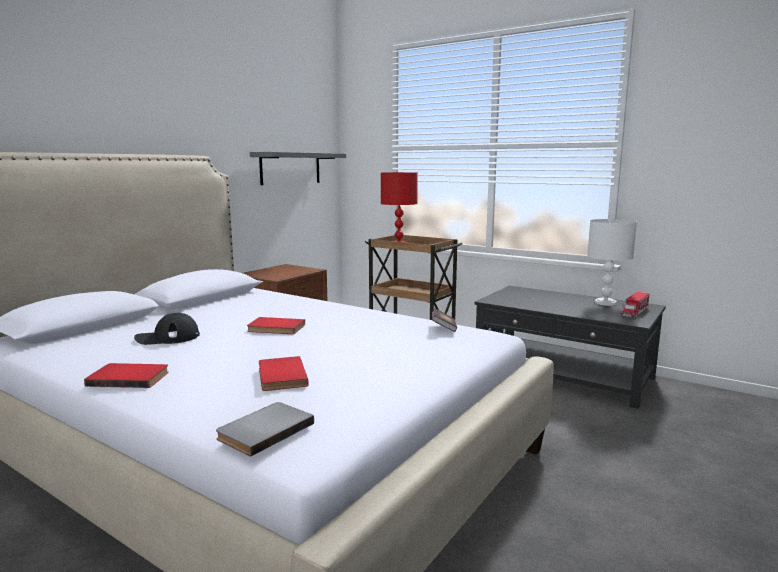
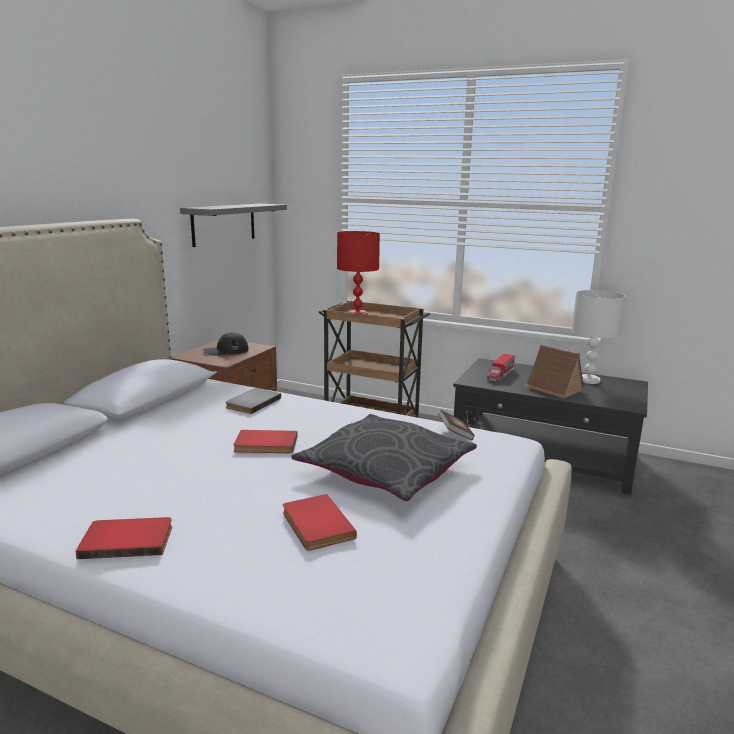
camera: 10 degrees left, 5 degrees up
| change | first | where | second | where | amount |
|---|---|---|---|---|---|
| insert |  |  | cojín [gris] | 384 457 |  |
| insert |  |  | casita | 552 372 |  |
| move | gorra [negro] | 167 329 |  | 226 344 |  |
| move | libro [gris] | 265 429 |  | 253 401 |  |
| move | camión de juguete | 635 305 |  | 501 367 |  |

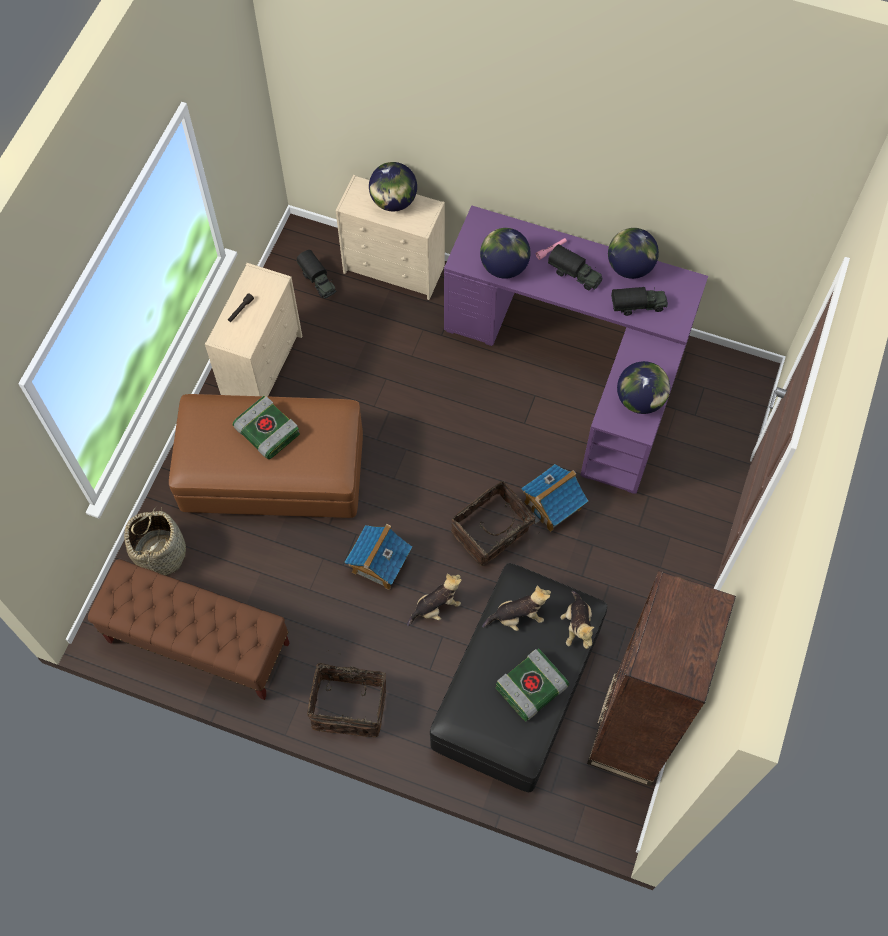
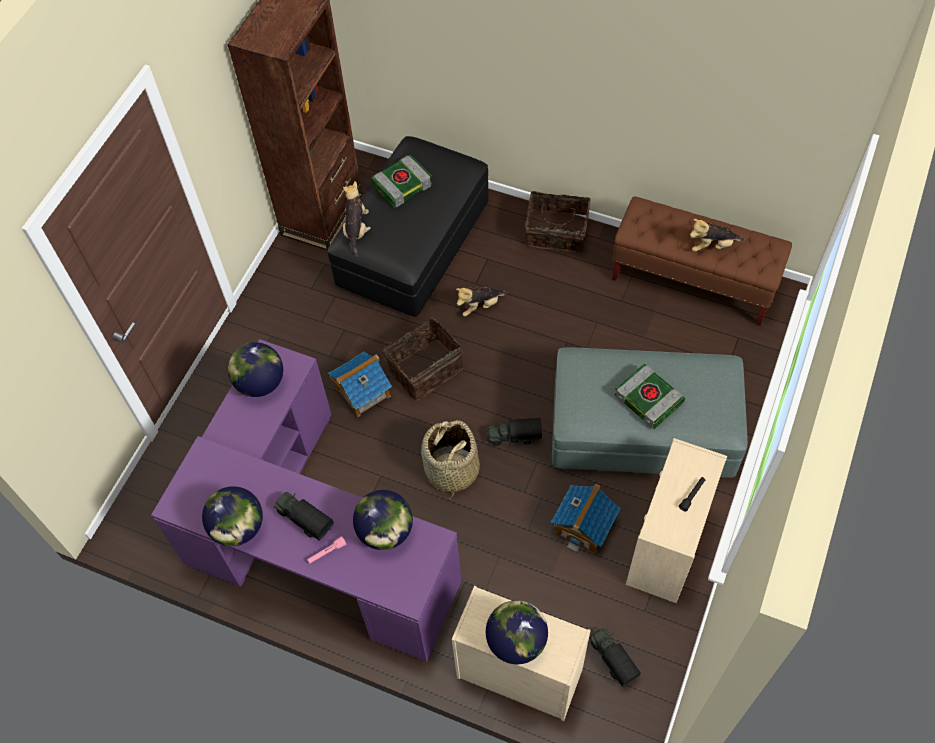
camera: 175 degrees left, 5 degrees down
| change | first | where | second | where | amount |
|---|---|---|---|---|---|
| move | cesta | 155 541 |  | 450 459 |  |
| move | casita | 378 557 |  | 586 519 |  |
| move | peluche | 516 608 |  | 717 235 |  |
| move | camión de juguete | 639 301 |  | 514 432 |  |
| recolor | puf [marrón] | 266 456 | puf [gris] | 650 412 |  |

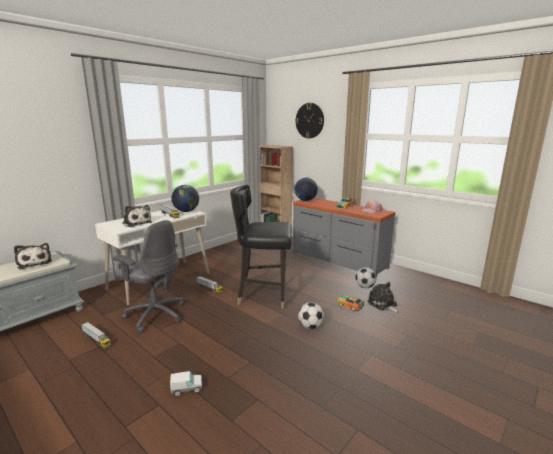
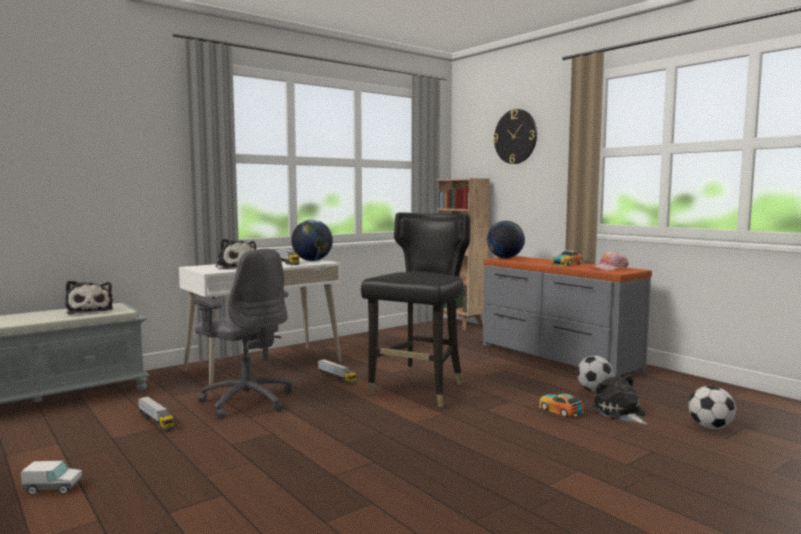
camera: 10 degrees right, 10 degrees down
| change | first | where | second | where | amount |
|---|---|---|---|---|---|
| move | camión de juguete | 186 383 |  | 51 478 |  |
| move | balón de fútbol | 311 315 |  | 712 407 |  |
| rotate | silla [negro] | 261 247 |  | 415 310 | 105 degrees clockwise |

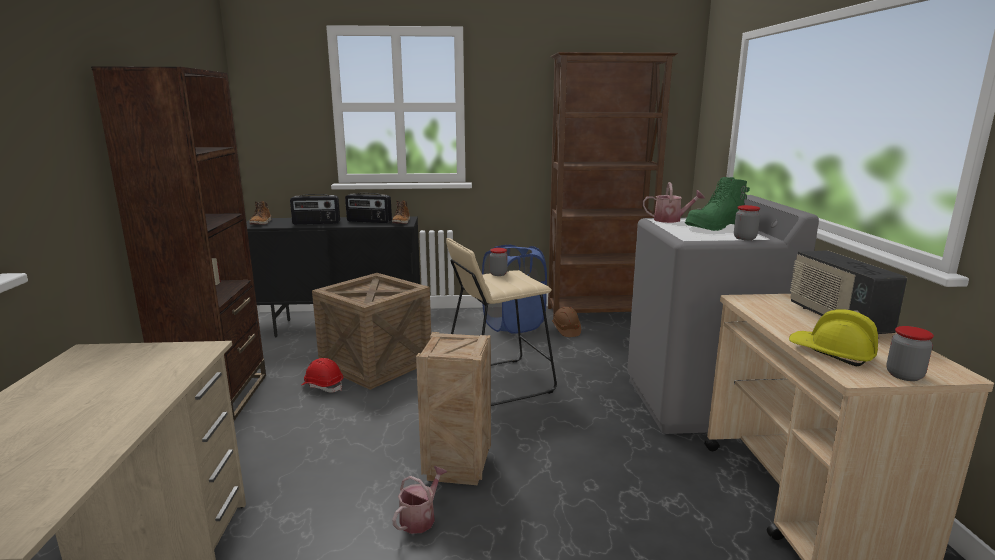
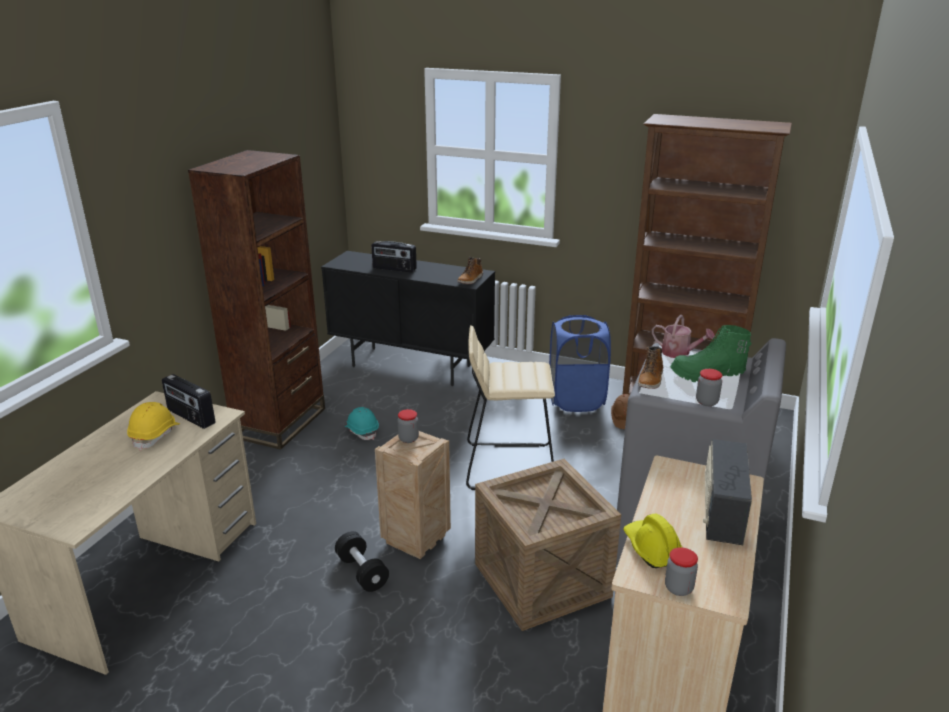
camera: 25 degrees right, 10 degrees up
| change | first | where | second | where | amount |
|---|---|---|---|---|---|
| insert |  |  | casco [amarillo] | 153 426 |  |
| move | bota | 260 213 |  | 650 367 |  |
| move | caja de embalaje | 371 331 |  | 548 545 |  |
| move | radio | 368 208 |  | 188 401 |  |
| move | tarro | 498 262 |  | 408 426 |  |
| replace | regadera | 419 500 | mancuerna [negro] | 362 561 |  |
| recolor | casco [rojo] | 322 375 | casco [turquesa] | 362 423 |  |

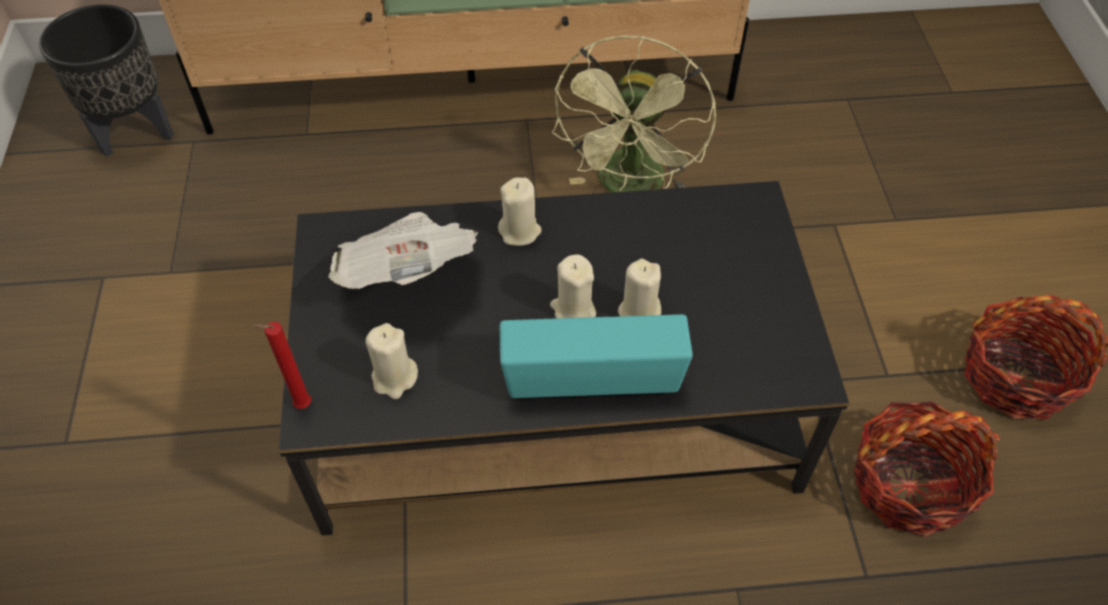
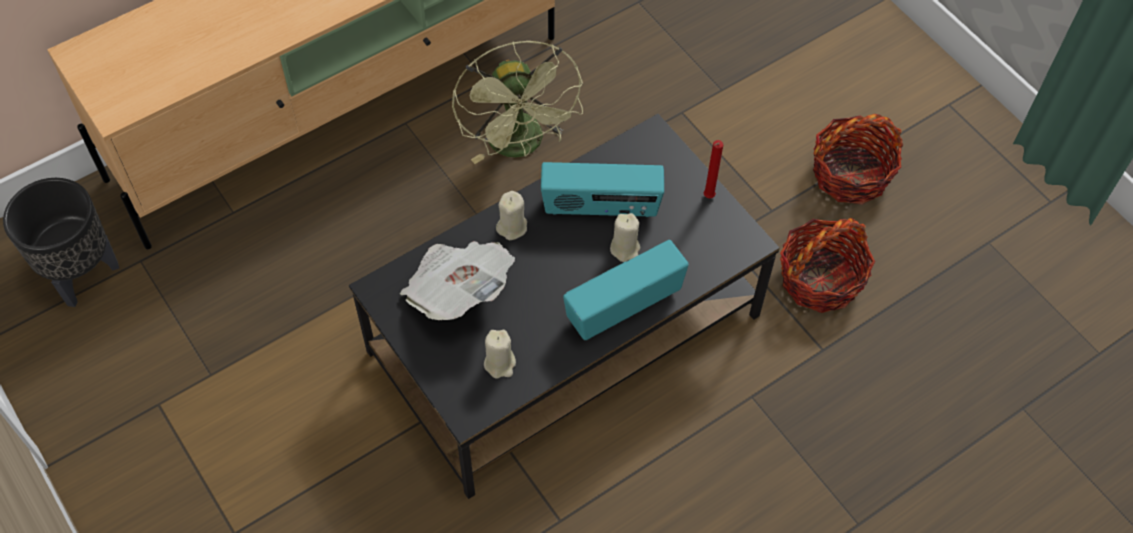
camera: 30 degrees left, 5 degrees up
| change | first | where | second | where | amount |
|---|---|---|---|---|---|
| delete | vela [beis] | 573 286 |  |  |  |
| insert |  |  | radio | 602 189 |  |
| move | vela [rojo] | 281 365 |  | 713 169 |  |

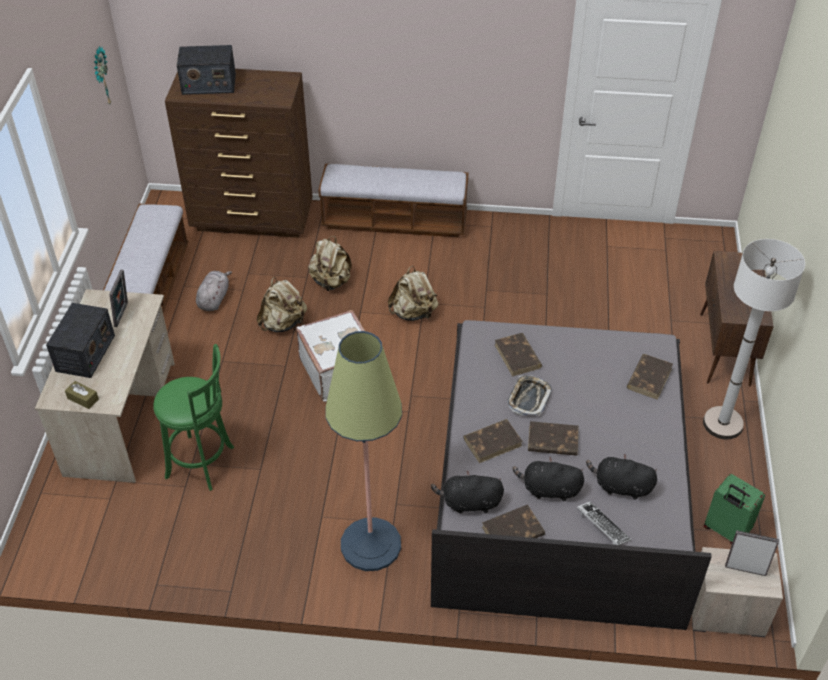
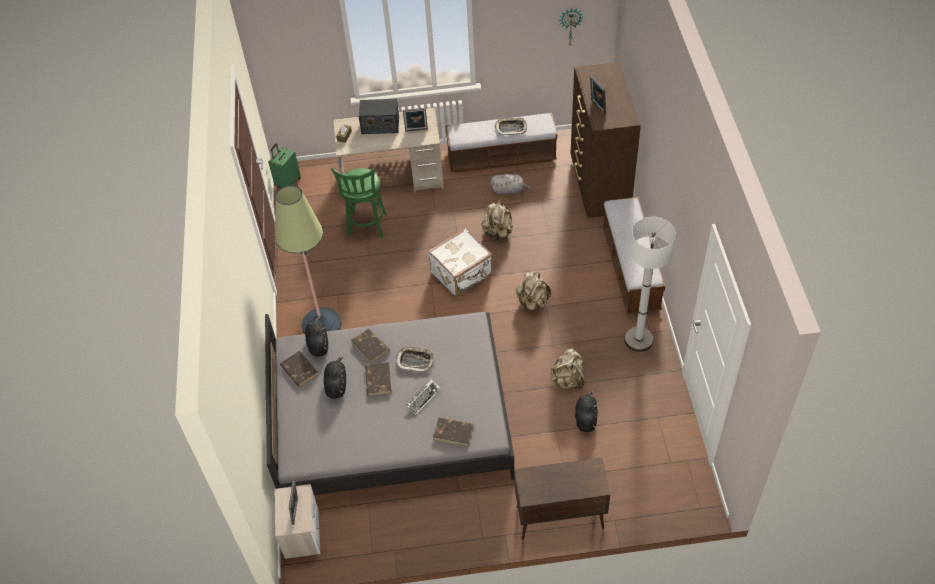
camera: 80 degrees right, 5 degrees up
| change | first | where | second | where | amount |
|---|---|---|---|---|---|
| delete | radio | 206 70 |  |  |  |
| delete | libro [marrón] | 518 354 |  |  |  |
| insert |  |  | bandeja | 511 126 |  |
| insert |  |  | portarretratos | 598 95 |  |
| move | mochila [beis] | 330 263 |  | 567 368 |  |
| move | teclado | 604 523 |  | 423 397 |  |
| move | peluche [negro] | 621 477 |  | 586 411 |  |
| move | lámpara de pie [blanco] | 754 339 |  | 650 284 |  |
| move | maleta [verde] | 734 509 |  | 285 166 |  |

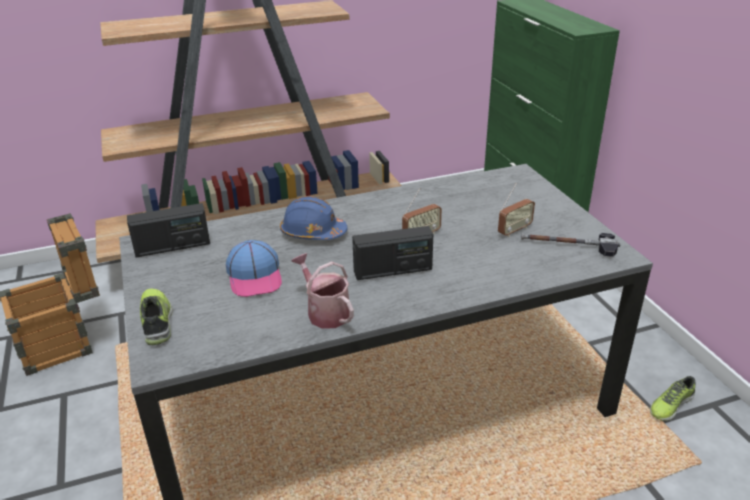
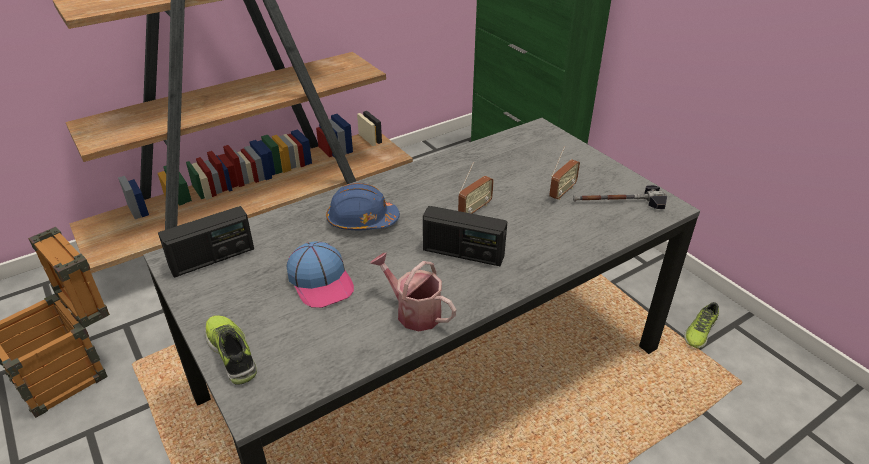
camera: 15 degrees left, 5 degrees up
| change | first | where | second | where | amount |
|---|---|---|---|---|---|
| rotate | radio | 392 253 |  | 465 236 | 45 degrees clockwise |

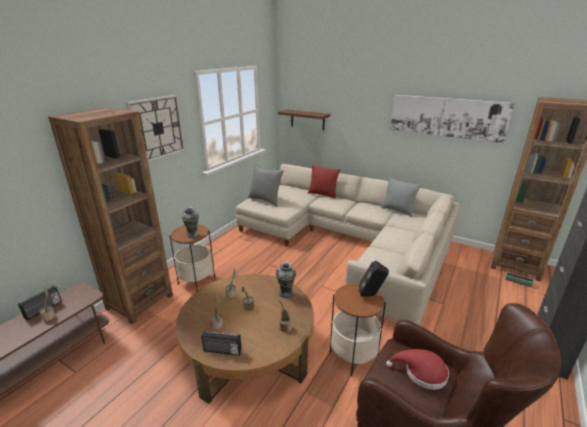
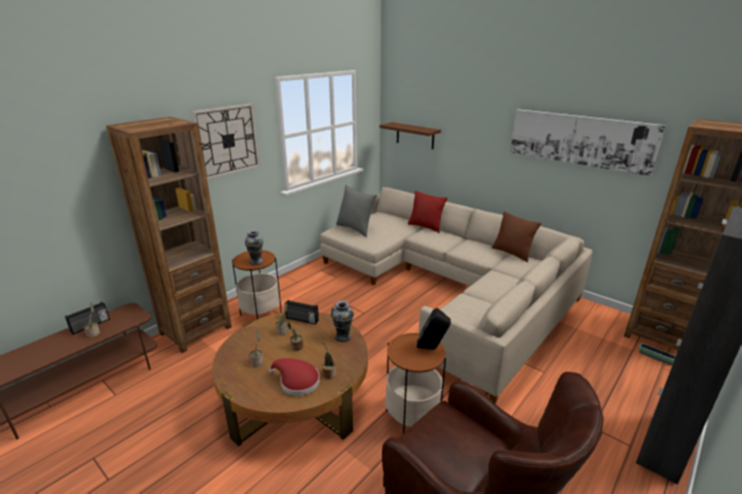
camera: 10 degrees right, 0 degrees up
| change | first | where | second | where | amount |
|---|---|---|---|---|---|
| move | radio | 221 343 |  | 302 312 |  |
| move | sombrero [rojo] | 417 369 |  | 294 377 |  |
| recolor | cojín [gris] | 401 197 | cojín [marrón] | 516 236 |  |

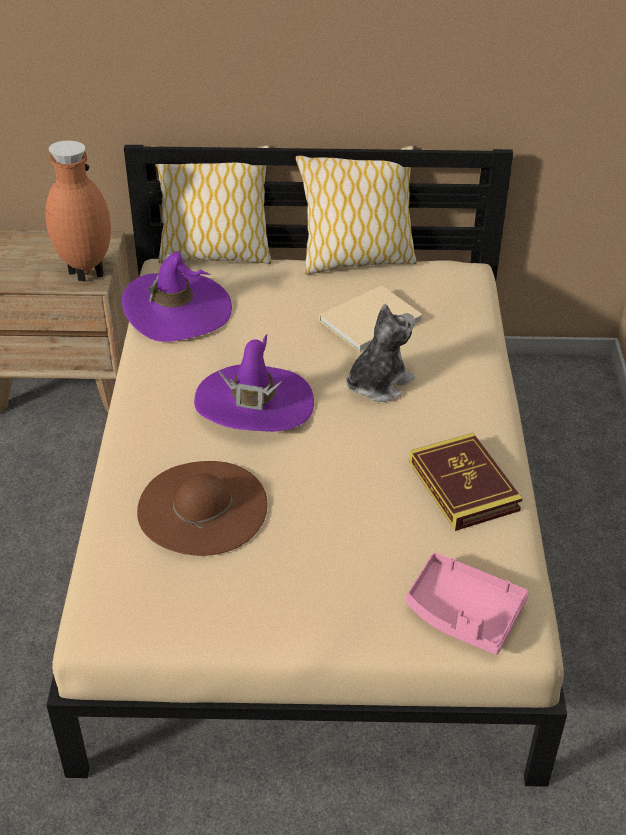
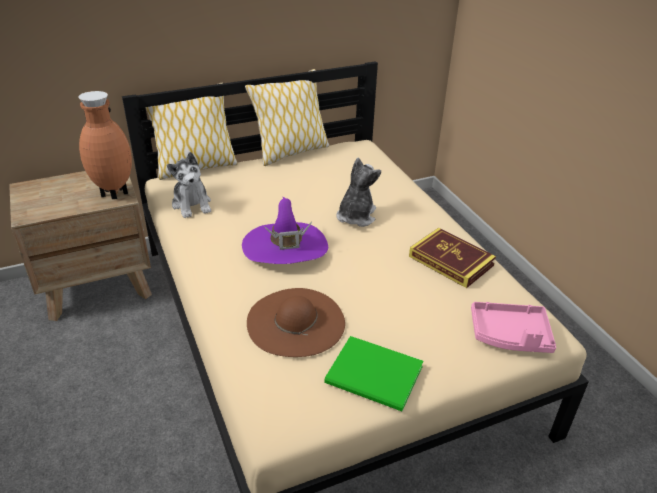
camera: 25 degrees left, 5 degrees down
| change | first | where | second | where | amount |
|---|---|---|---|---|---|
| delete | libro [beis] | 371 318 |  |  |  |
| insert |  |  | libro [verde] | 373 373 |  |
| replace | sombrero [morado] | 177 297 | peluche | 189 185 |  |

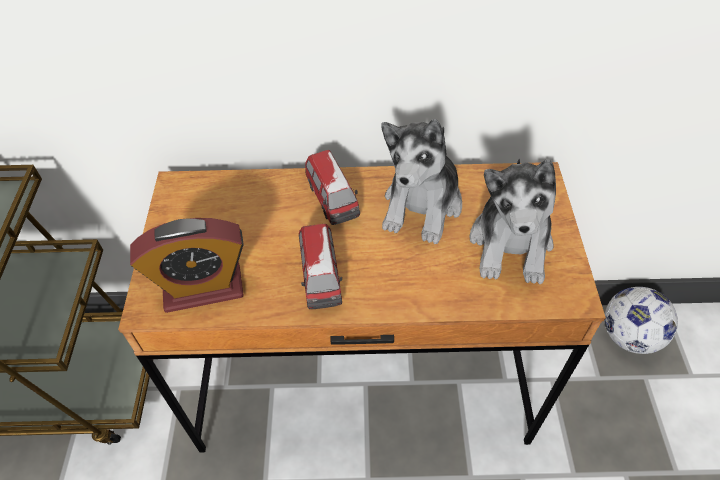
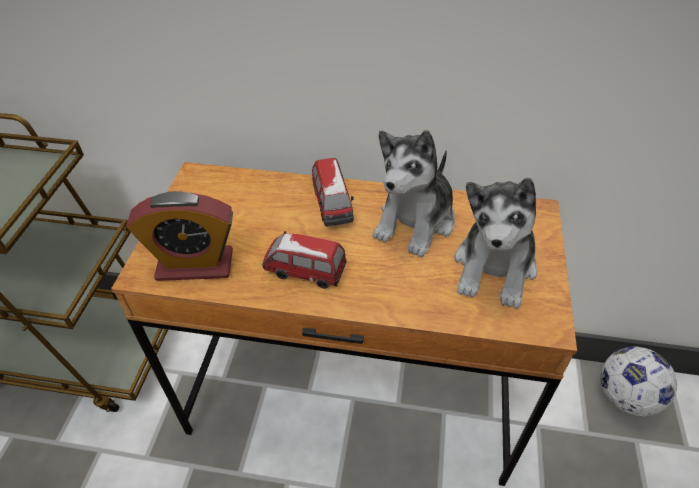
camera: 10 degrees right, 5 degrees down
| change | first | where | second | where | amount |
|---|---|---|---|---|---|
| rotate | coche de juguete | 320 266 |  | 304 260 | 105 degrees clockwise |

